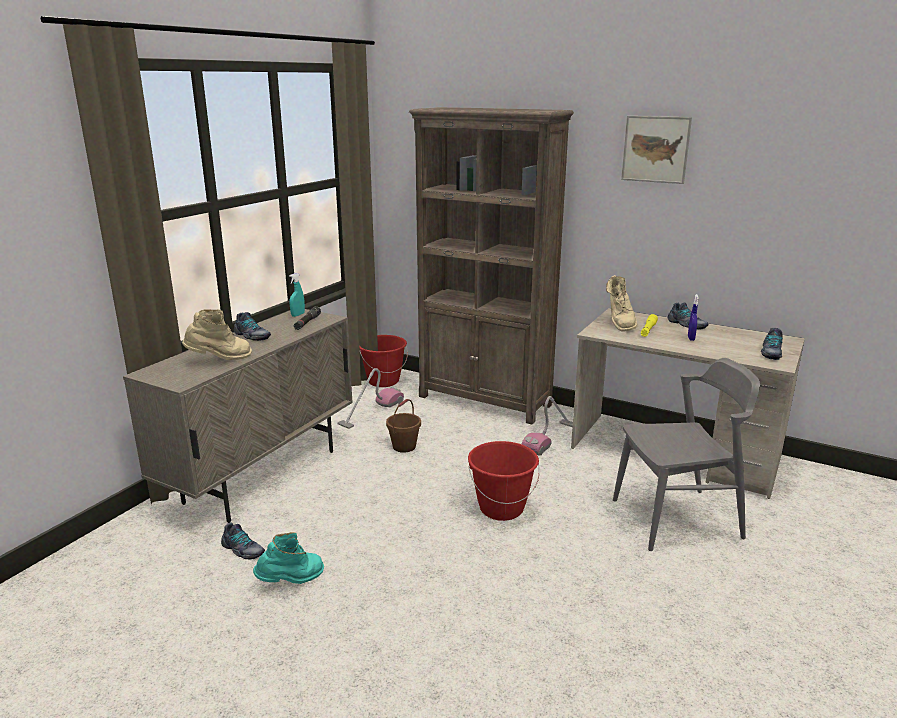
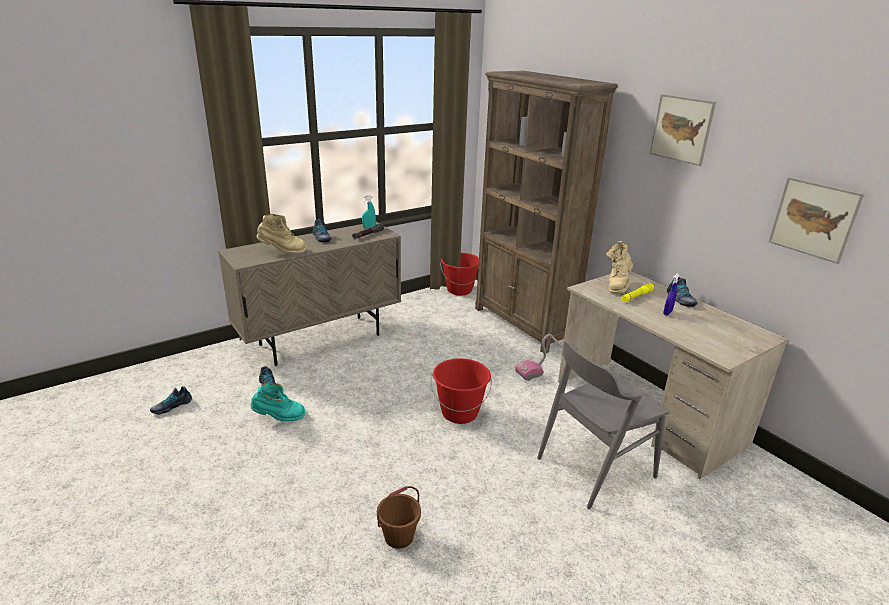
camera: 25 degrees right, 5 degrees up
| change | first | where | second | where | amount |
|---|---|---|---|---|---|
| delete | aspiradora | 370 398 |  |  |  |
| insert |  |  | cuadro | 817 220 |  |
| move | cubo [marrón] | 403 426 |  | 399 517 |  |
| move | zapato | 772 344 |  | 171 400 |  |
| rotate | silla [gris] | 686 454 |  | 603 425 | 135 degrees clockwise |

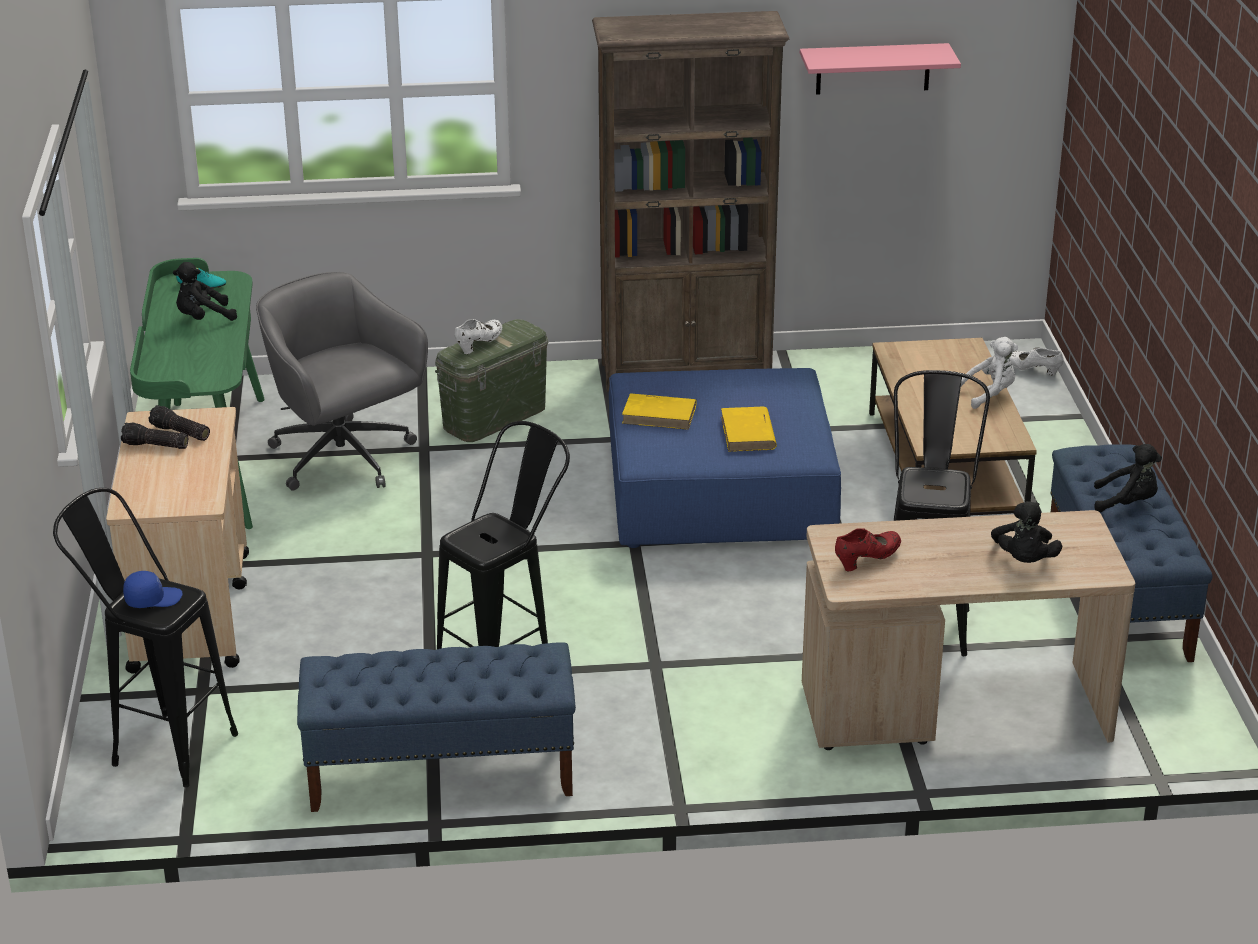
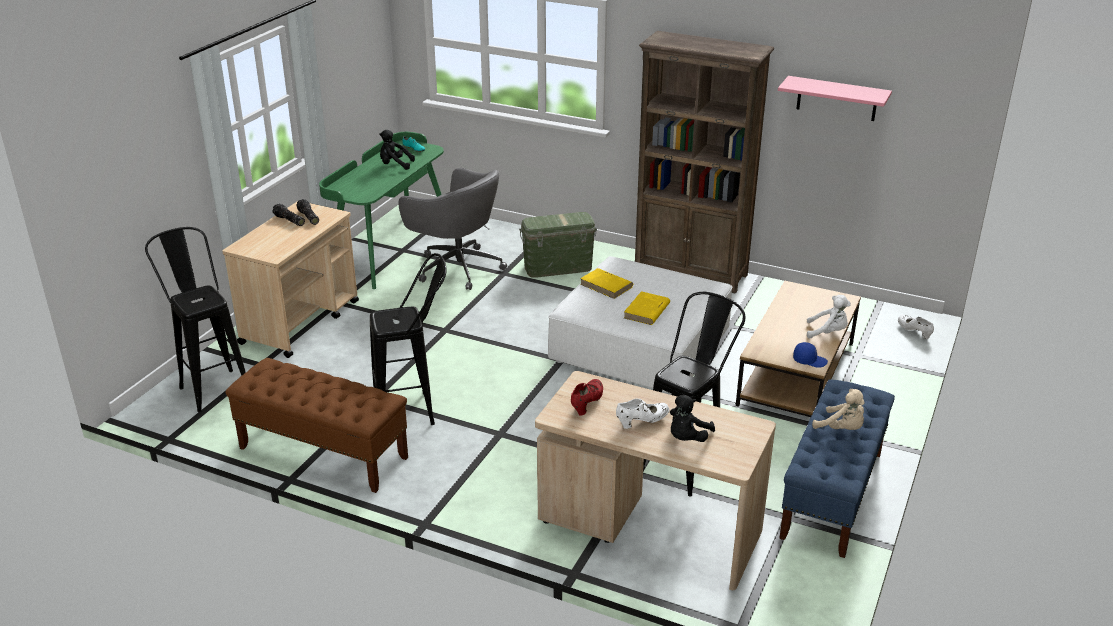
camera: 30 degrees right, 0 degrees up
| change | first | where | second | where | amount |
|---|---|---|---|---|---|
| move | gorra [azul] | 152 589 |  | 810 355 |  |
| move | zapato [blanco] | 478 336 |  | 643 414 |  |
| recolor | banco [azul] | 436 727 | banco [marrón] | 317 425 |  |
| recolor | puf [azul] | 725 458 | puf [blanco] | 640 325 |  |
| recolor | peluche [negro] | 1128 478 | peluche [beis] | 838 409 |  |
| rotate | silla de oficina [gris] | 342 381 |  | 452 229 | 135 degrees clockwise |
| rotate | zapato [rojo] | 868 549 |  | 587 397 | 60 degrees counterclockwise |

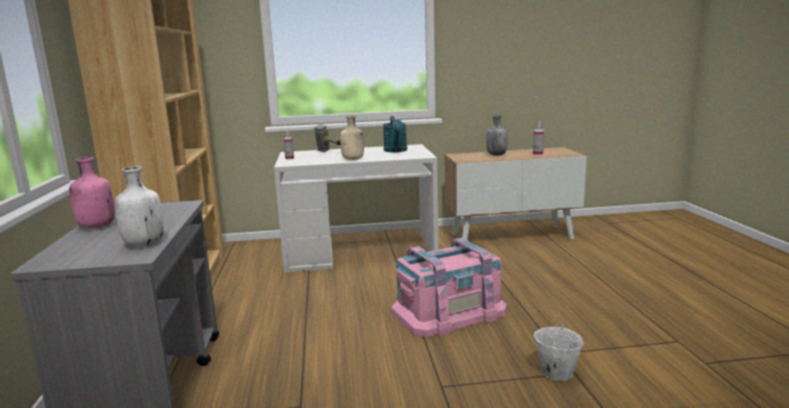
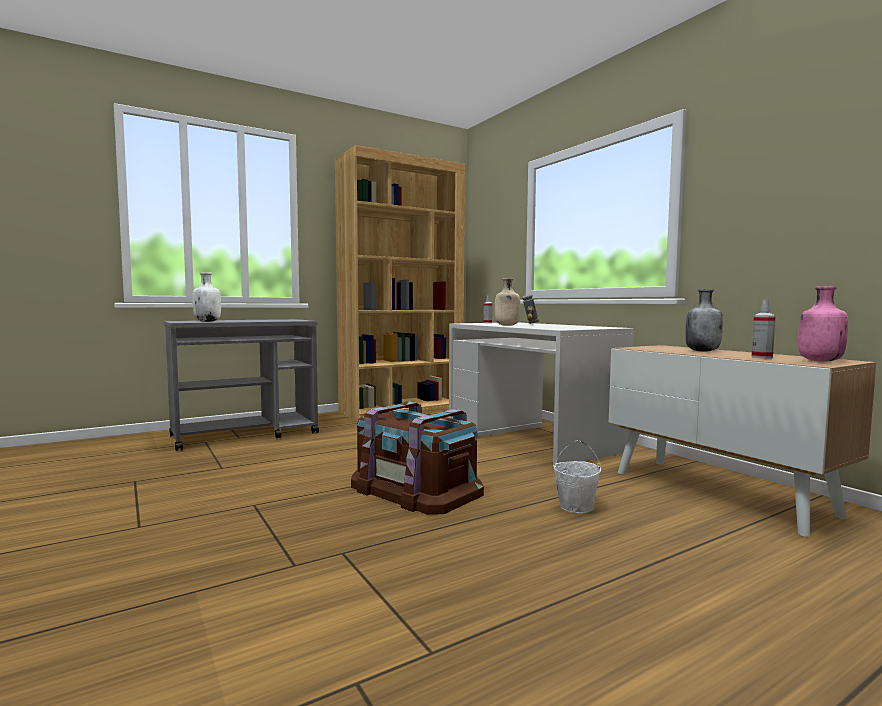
camera: 65 degrees right, 10 degrees down
| change | first | where | second | where | amount |
|---|---|---|---|---|---|
| delete | regadera [turquesa] | 395 134 |  |  |  |
| move | botella [rosa] | 92 192 |  | 823 324 |  |
| move | cubo [blanco] | 559 347 |  | 577 476 |  |
| recolor | caja de almacenaje [rosa] | 449 287 | caja de almacenaje [marrón] | 417 458 |  |

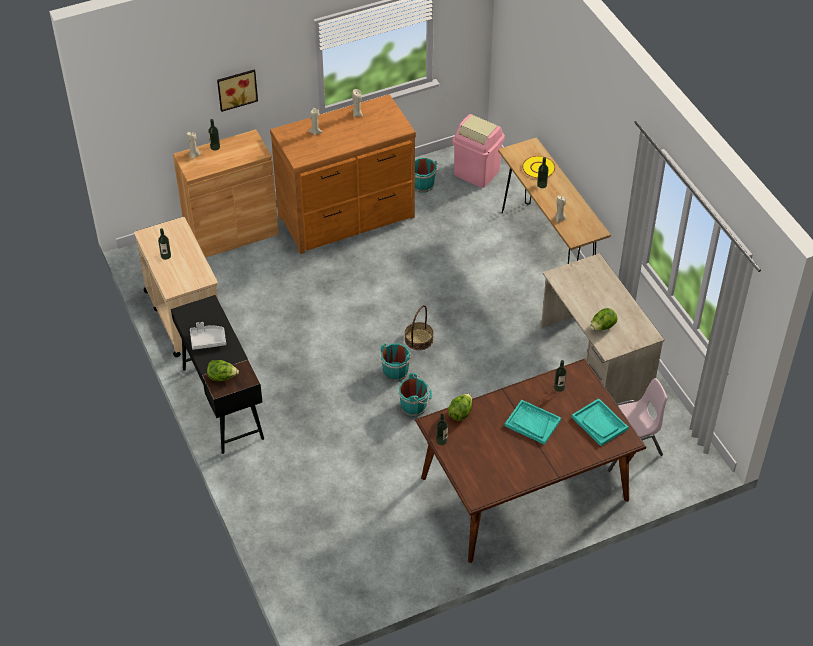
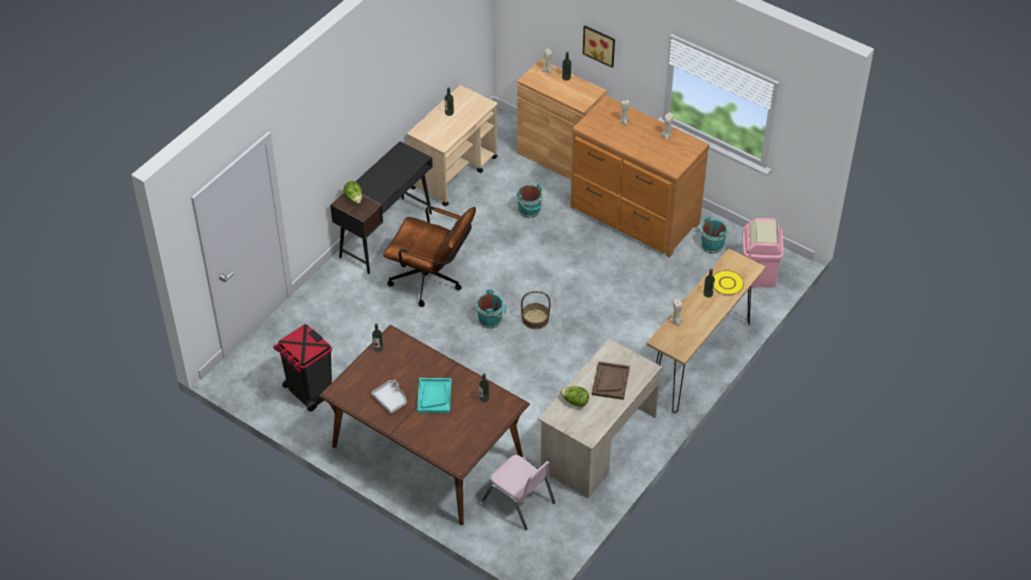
camera: 60 degrees right, 0 degrees up
| change | first | where | second | where | amount |
|---|---|---|---|---|---|
| delete | lechuga | 460 407 |  |  |  |
| delete | bandeja [turquesa] | 600 422 |  |  |  |
| insert |  |  | papelera [negro] | 302 368 |  |
| insert |  |  | silla de oficina [marrón] | 429 256 |  |
| insert |  |  | bandeja [marrón] | 611 380 |  |
| move | bandeja [gris] | 208 336 |  | 389 397 |  |
| move | cubo [turquesa] | 415 395 |  | 530 200 |  |

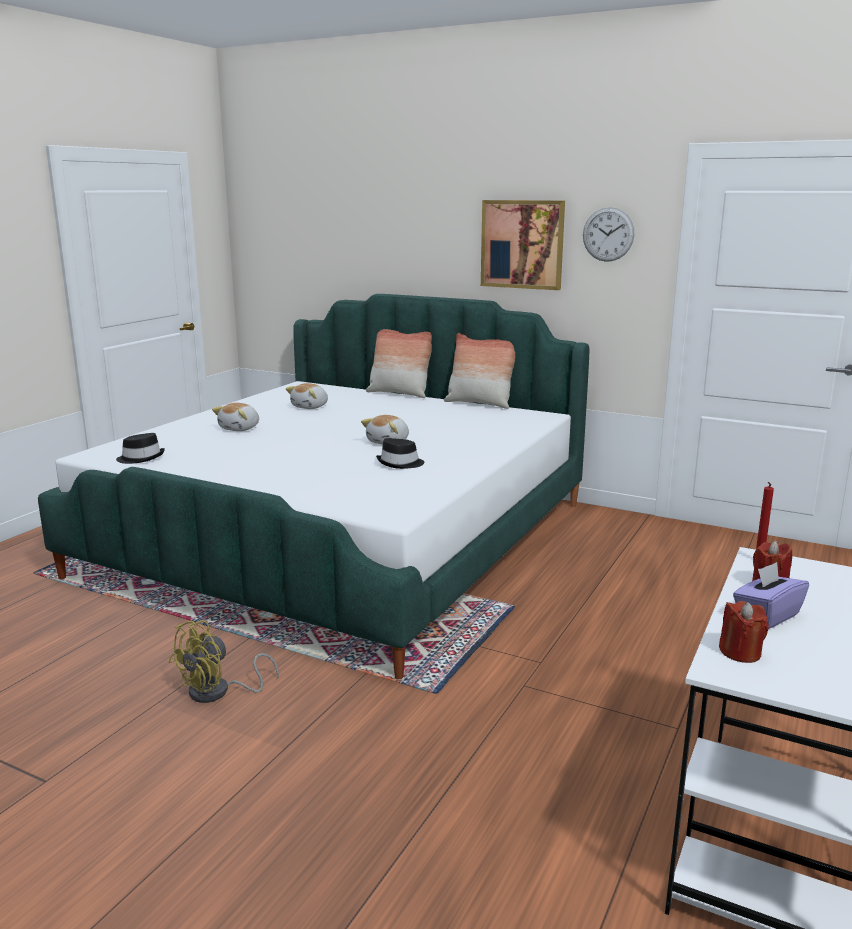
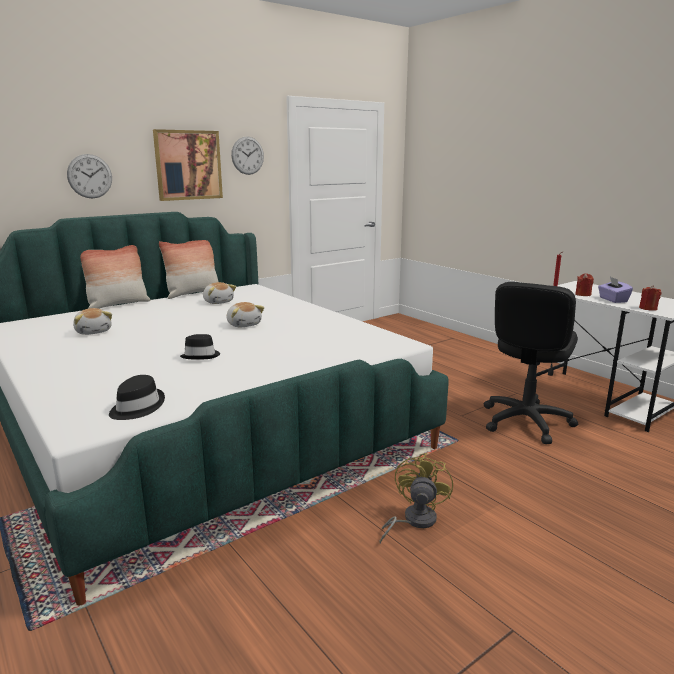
camera: 65 degrees left, 0 degrees up
| change | first | where | second | where | amount |
|---|---|---|---|---|---|
| insert |  |  | reloj de pared | 89 176 |  |
| insert |  |  | silla de oficina [negro] | 531 363 |  |
| move | peluche | 235 417 |  | 219 293 |  |
| move | sombrero [negro] | 400 453 |  | 200 347 |  |
| rotate | ventilador [amarillo] | 224 661 |  | 416 498 | 135 degrees counterclockwise |

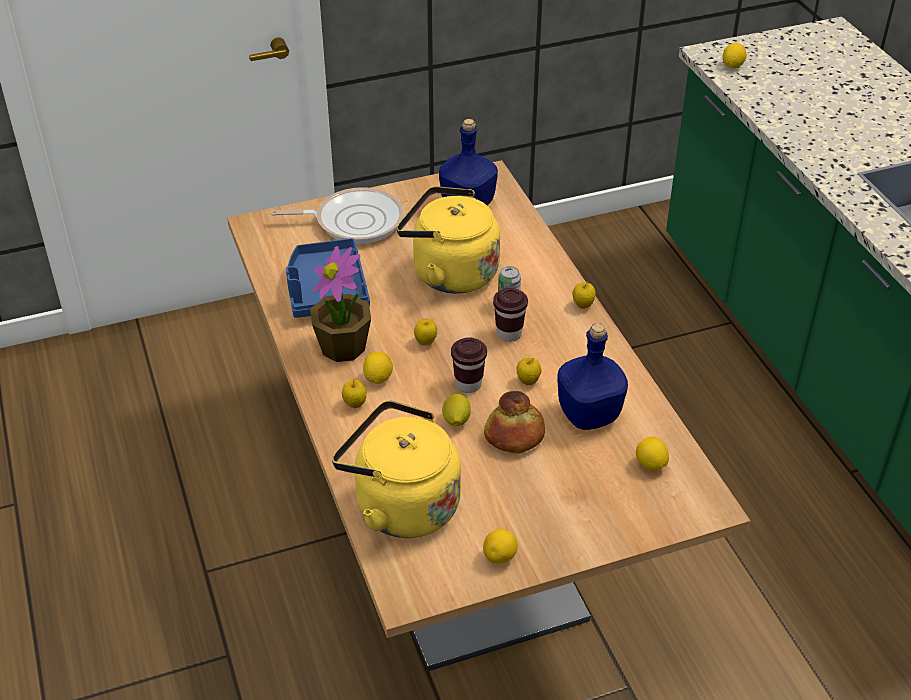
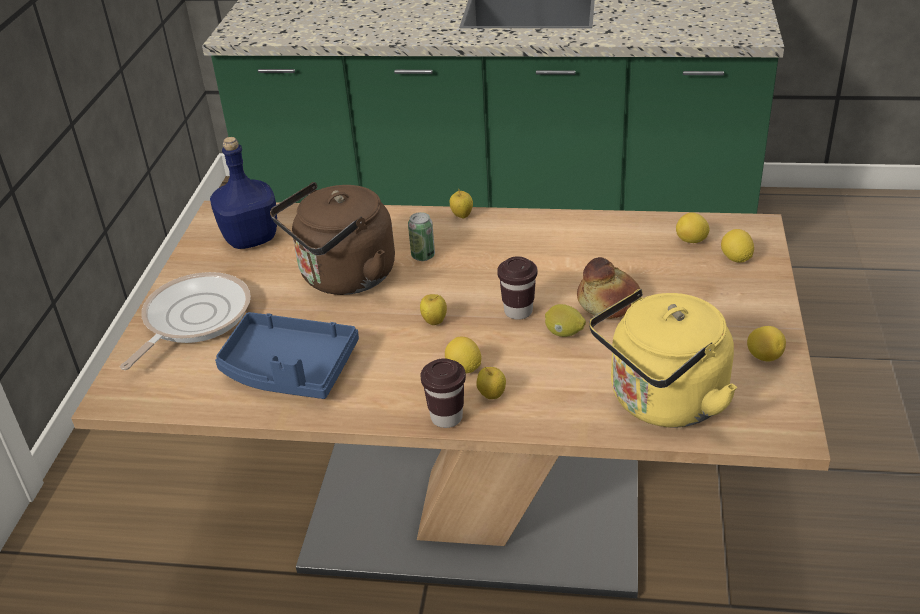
camera: 60 degrees left, 5 degrees down
| change | first | where | second | where | amount |
|---|---|---|---|---|---|
| delete | planta en maceta | 340 304 |  |  |  |
| delete | manzana | 529 371 |  |  |  |
| delete | botella [azul] | 592 376 |  |  |  |
| move | taza [marrón] | 510 315 |  | 443 393 |  |
| move | limón | 735 56 |  | 737 246 |  |
| recolor | hervidor [amarillo] | 448 240 | hervidor [marrón] | 332 238 |  |

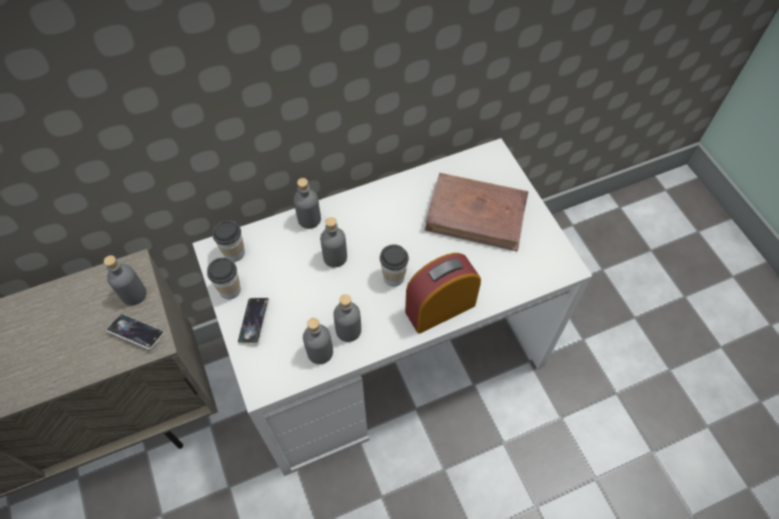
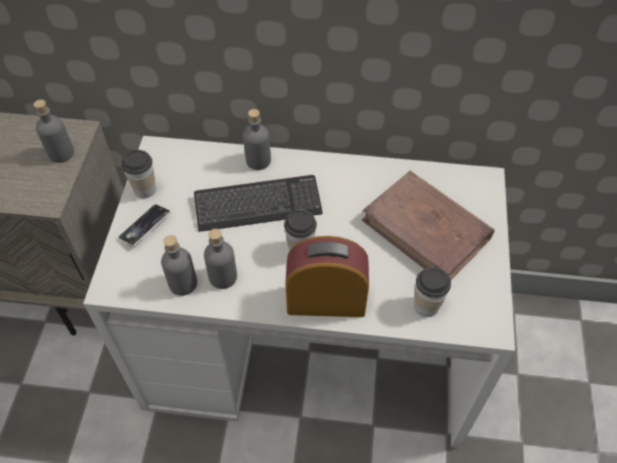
camera: 30 degrees right, 5 degrees down
| change | first | where | second | where | amount |
|---|---|---|---|---|---|
| delete | móvil | 135 331 |  |  |  |
| move | taza | 229 241 |  | 432 292 |  |
| replace | botella [gris] | 333 242 | teclado | 258 203 |  |

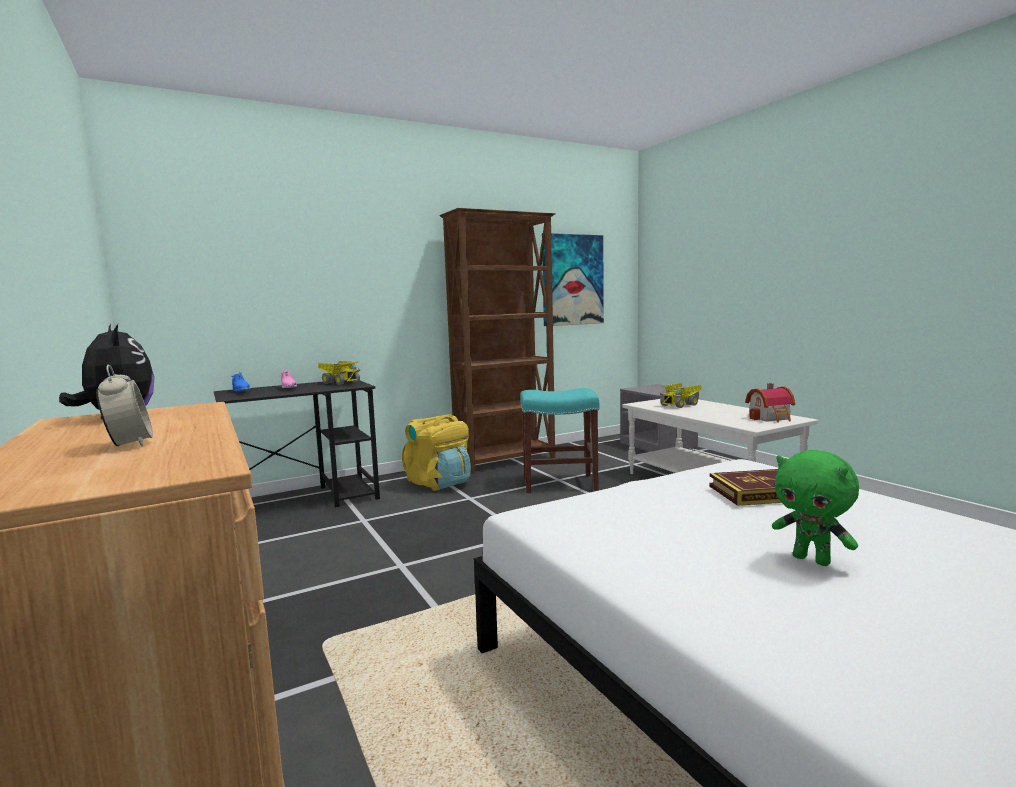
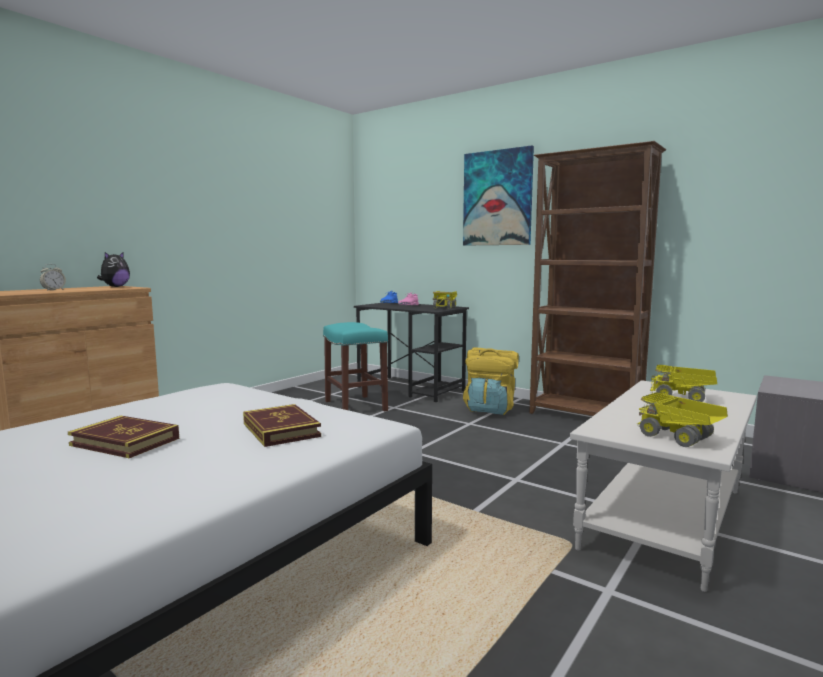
camera: 65 degrees right, 0 degrees up
| change | first | where | second | where | amount |
|---|---|---|---|---|---|
| move | taburete [turquesa] | 559 440 |  | 355 366 |  |
| move | cuadro | 573 279 |  | 498 196 |  |
| replace | casita | 770 403 | camión de juguete | 682 419 |  |
| replace | peluche [verde] | 815 508 | libro | 123 437 |  |

